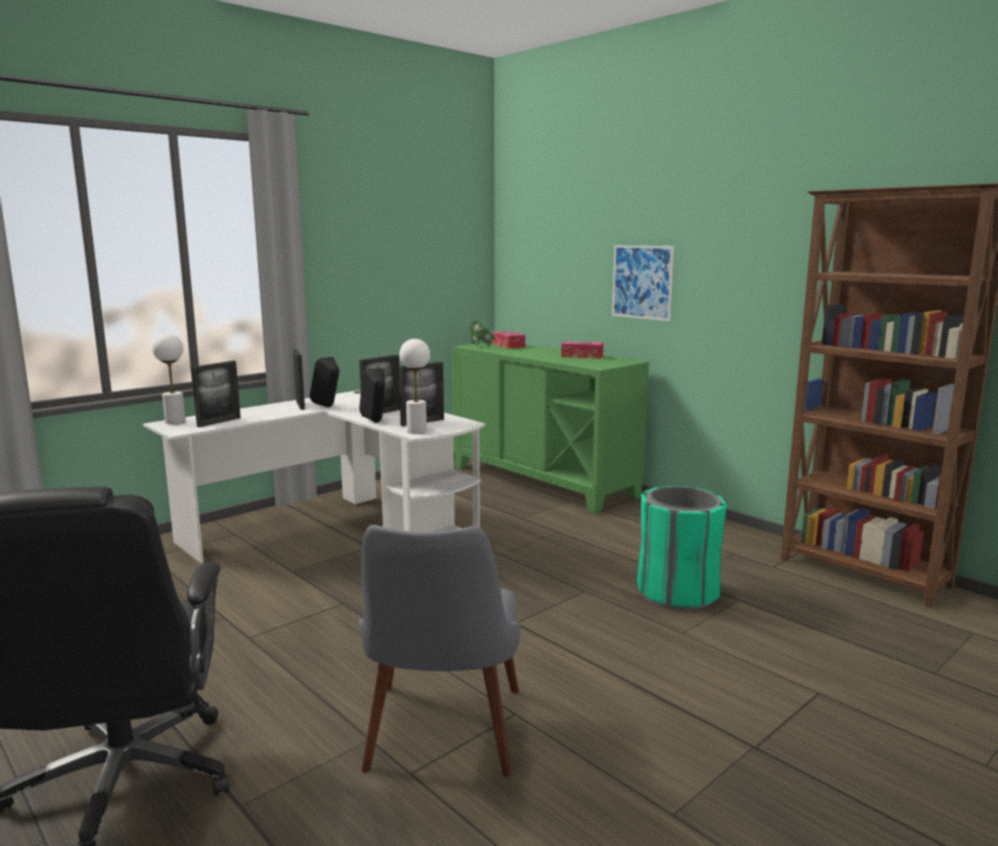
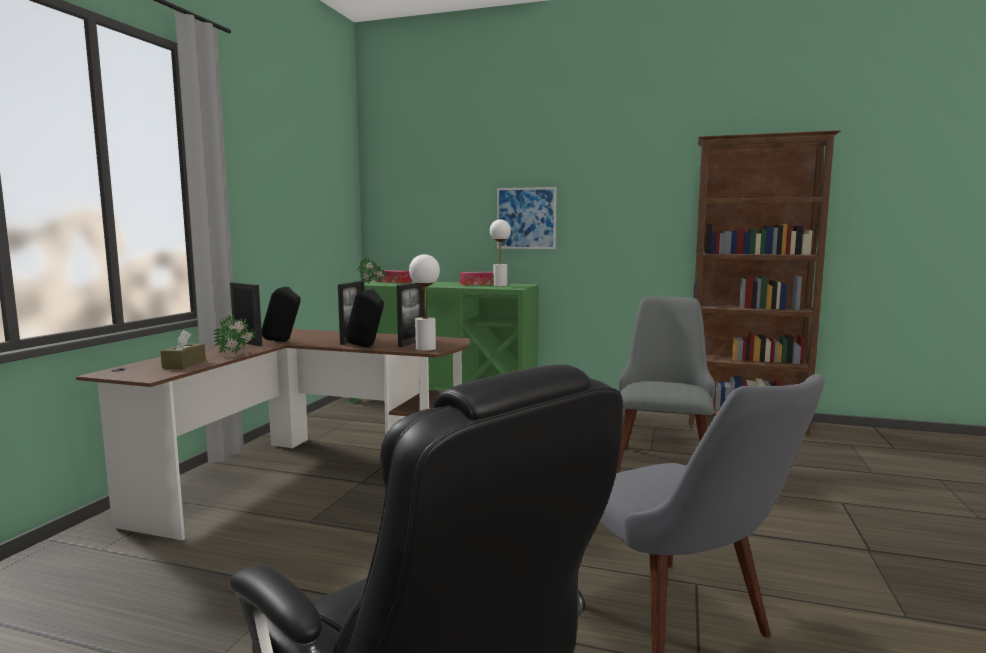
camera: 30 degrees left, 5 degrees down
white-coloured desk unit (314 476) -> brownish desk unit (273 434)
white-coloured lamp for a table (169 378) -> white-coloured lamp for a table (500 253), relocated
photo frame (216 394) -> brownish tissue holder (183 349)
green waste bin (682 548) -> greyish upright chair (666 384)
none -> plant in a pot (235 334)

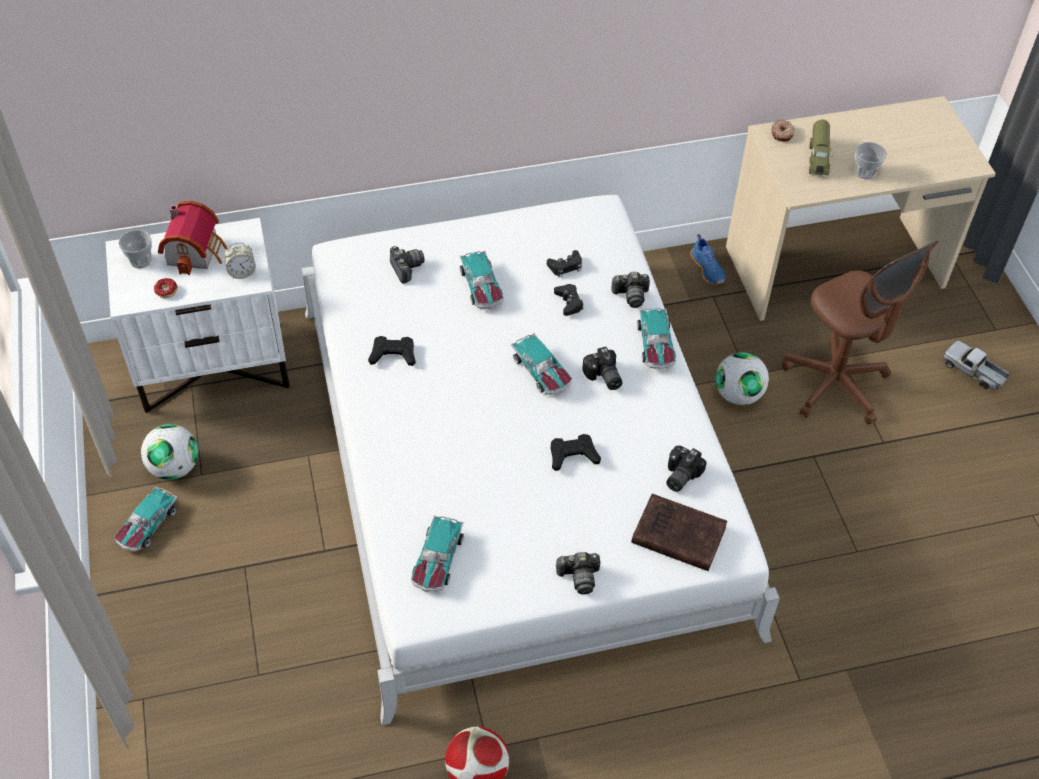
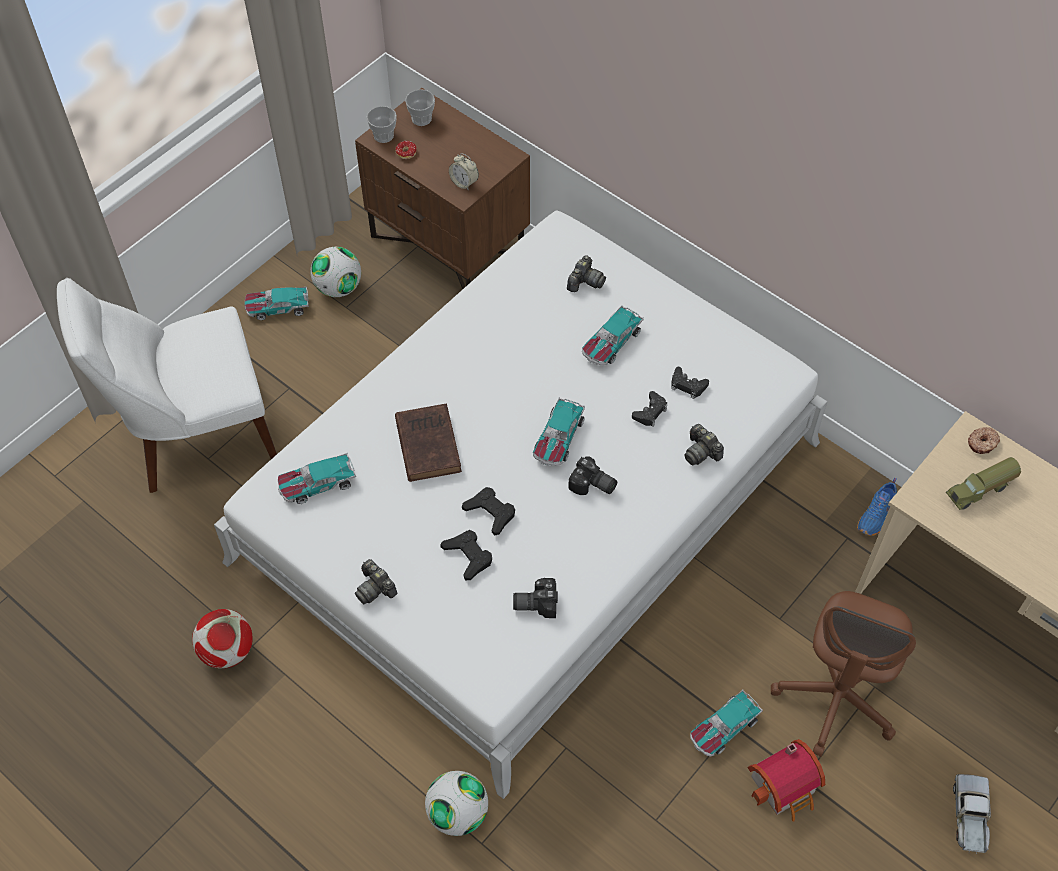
camera: 55 degrees right, 5 degrees up
white-coloured bedside table (197 315) -> brownish bedside table (442 188)
miniature house (192 238) -> miniature house (786 780), relocated
blackish game controller (392 351) -> blackish game controller (466 555), relocated
photo camera (602 368) -> photo camera (592 475), 90 degrees counterclockwise
brownish book (679 532) -> brownish book (428 443), relocated
model car (656 338) -> model car (726 723), relocated
football ball (742 378) -> football ball (456 803), relocated
cup (871 161) -> cup (382 124), relocated
none -> white-coloured upright chair (167 385)

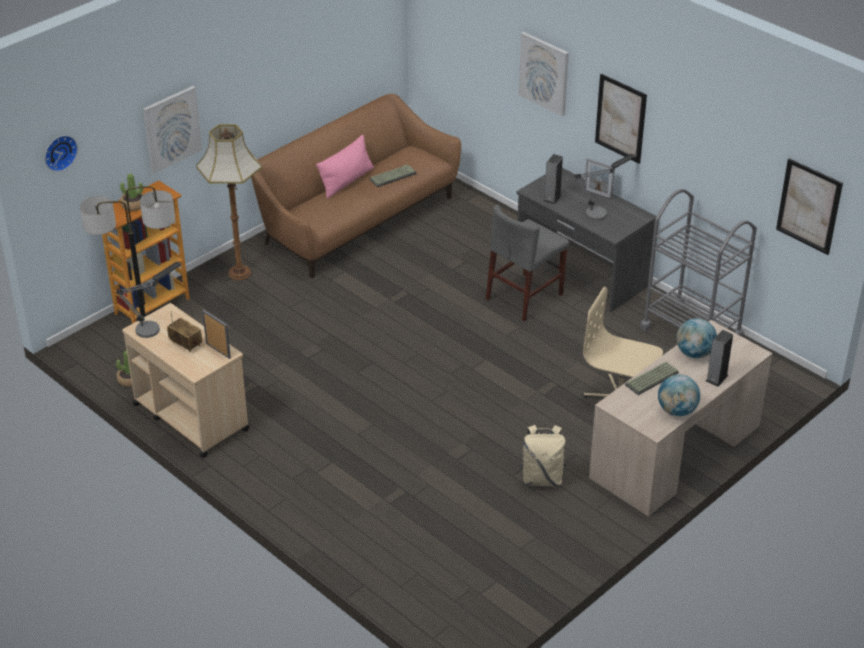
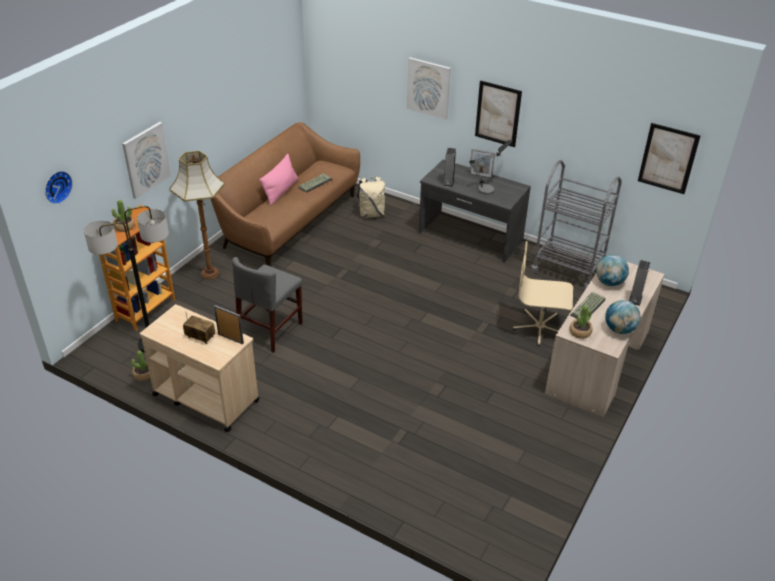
camera: 15 degrees left, 0 degrees up
lamp for a table (148 300) -> none
greyish upright chair (527 263) -> greyish upright chair (267 305), relocated
beige backpack (543 455) -> beige backpack (371 197), relocated
none -> plant in a pot (581 322)

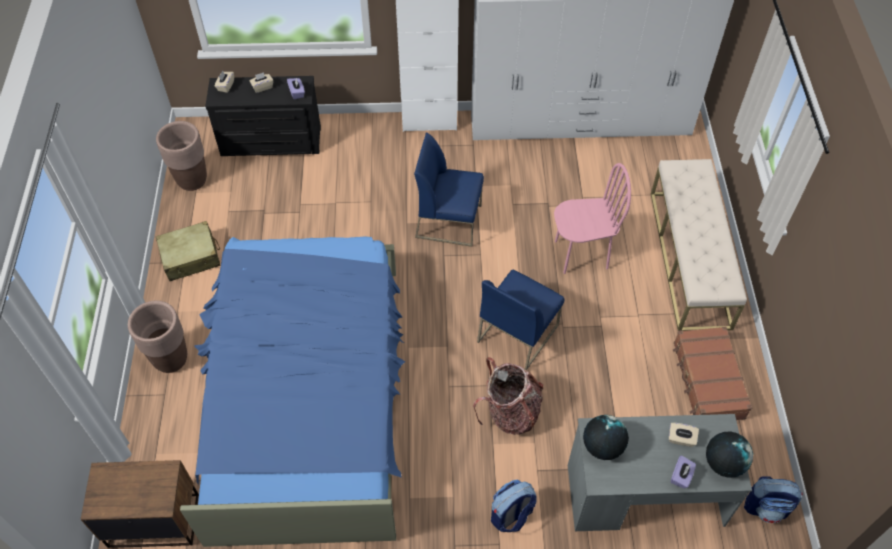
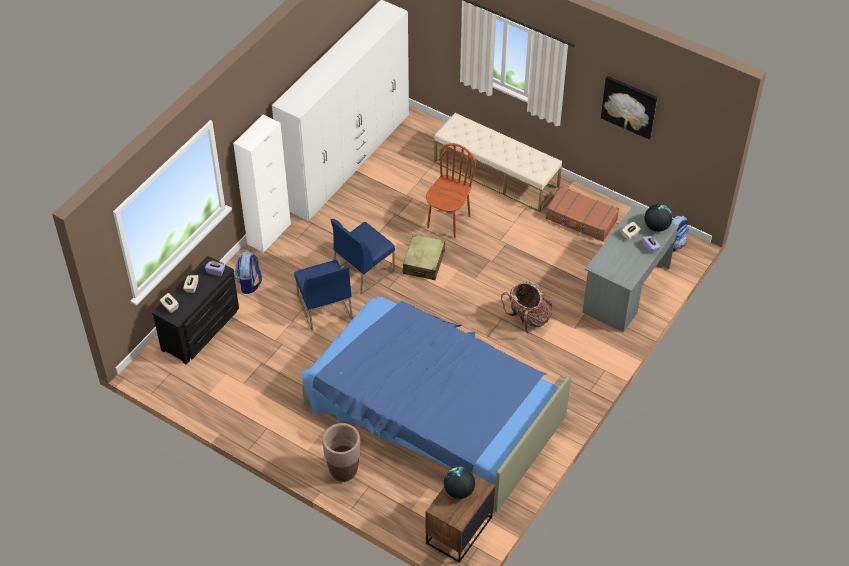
camera: 55 degrees left, 5 degrees down
brownish plant pot (181 156) -> none
beige piece of luggage (188 251) -> beige piece of luggage (424 257), relocated
blue-coloured upright chair (520 320) -> blue-coloured upright chair (323 295), relocated
backpack (514 506) -> backpack (248 272), relocated
pinkish upright chair (592 218) -> brownish upright chair (451 190)
world globe (606 437) -> world globe (459 483), relocated
none -> picture (629 107)

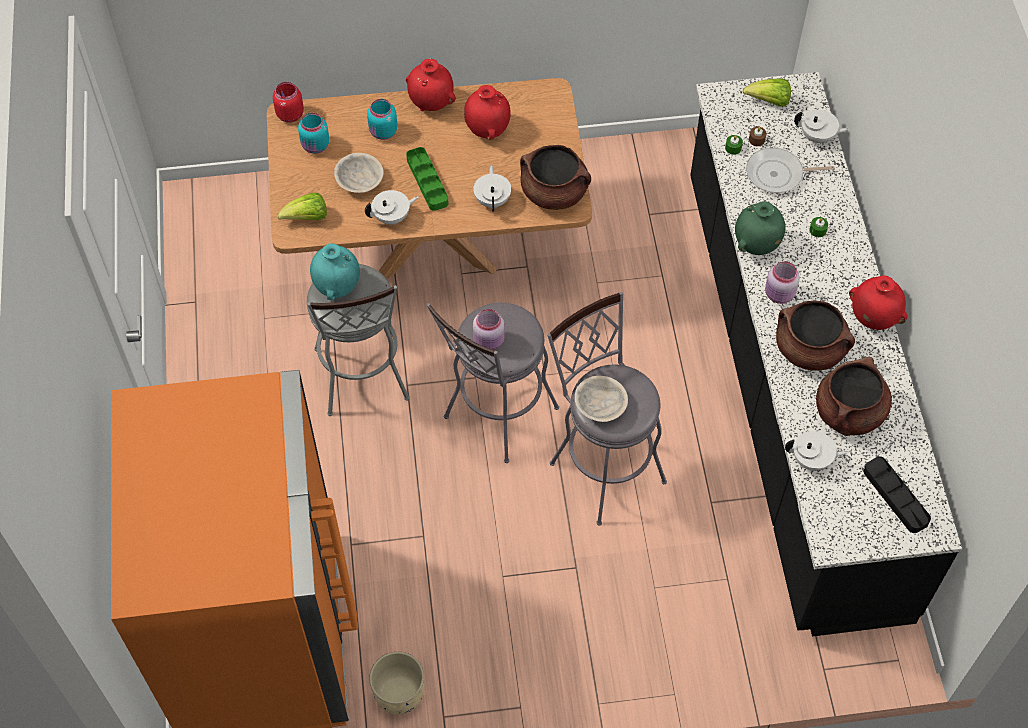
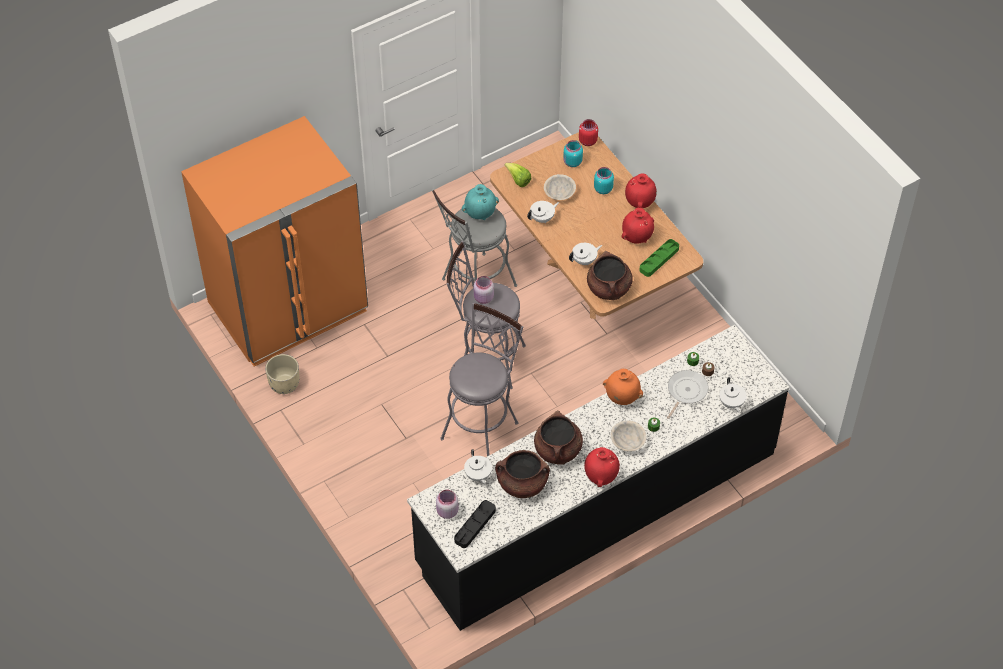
camera: 65 degrees right, 5 degrees down
white-coloured teapot (392 207) -> white-coloured teapot (543 212), 75 degrees counterclockwise
green tray (427 179) -> green tray (659 258), relocated
beige bowl (601 399) -> beige bowl (628 436), relocated
green decorative vase (760 228) -> orange decorative vase (623 387)
head of lettuce (767 92) -> none
skillet (790 170) -> skillet (687 394), 60 degrees clockwise
pinkish storage jar (782 282) -> pinkish storage jar (447 504), relocated

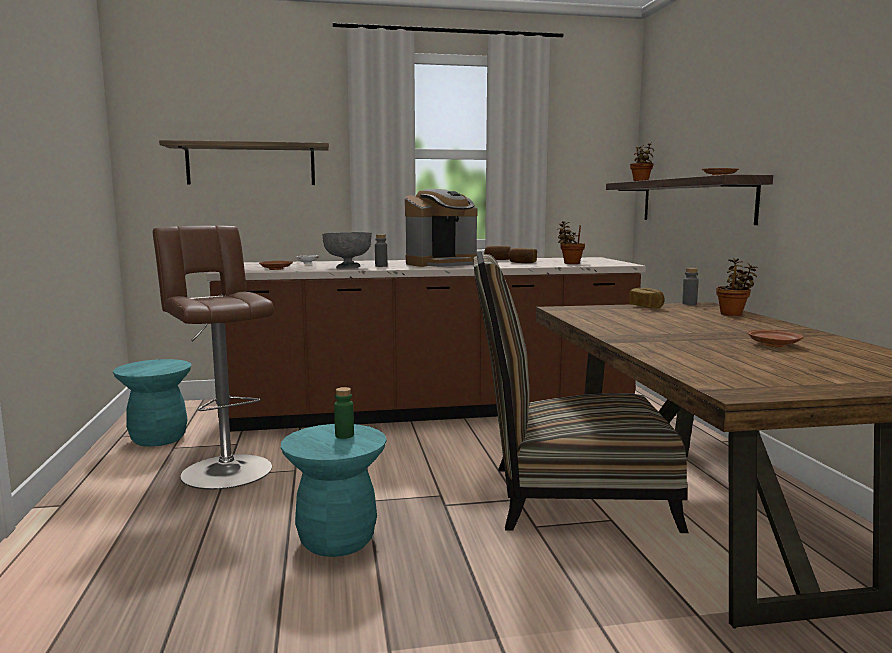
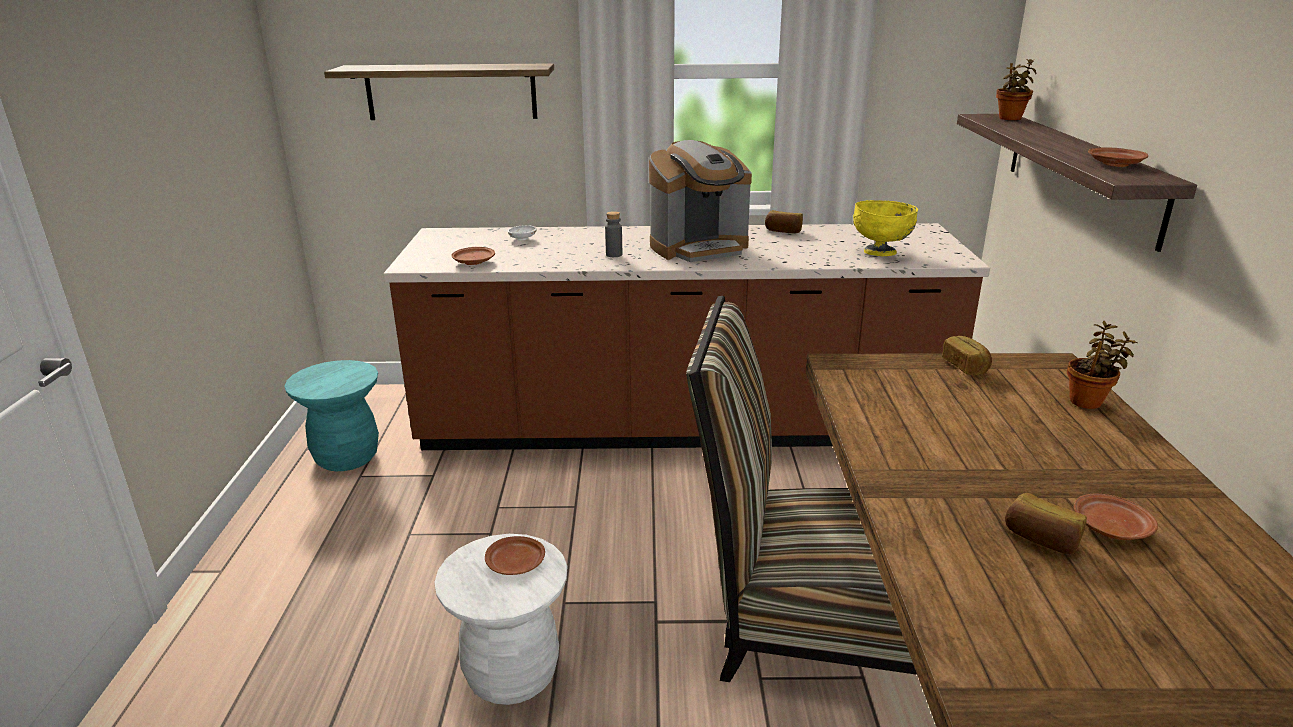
camera: 10 degrees right, 15 degrees up
brownish stool (213 357) -> none
blue-green stool (334 490) -> white-coloured stool (500 619)
greyish bowl (347 250) -> none
green beverage bottle (344 413) -> brownish plate (515 555)
bread (522 255) -> bread (1046 523), relocated
plant in a pot (571 242) -> yellowish bowl (885 228)
greyish beverage bottle (690 286) -> none

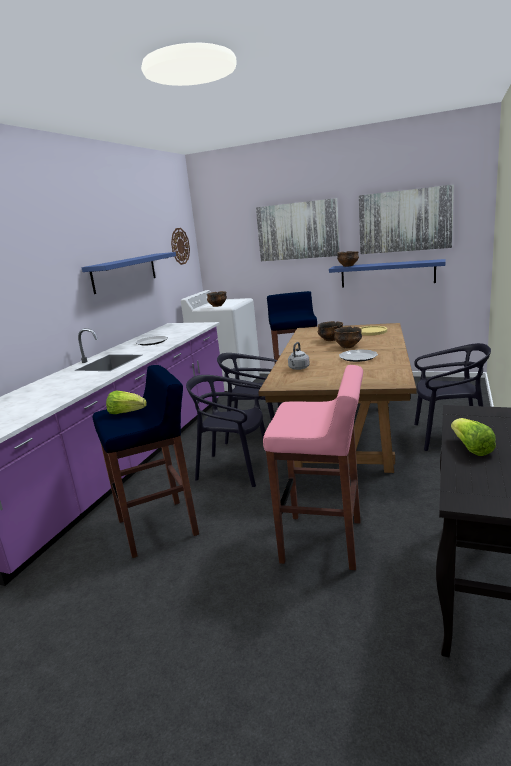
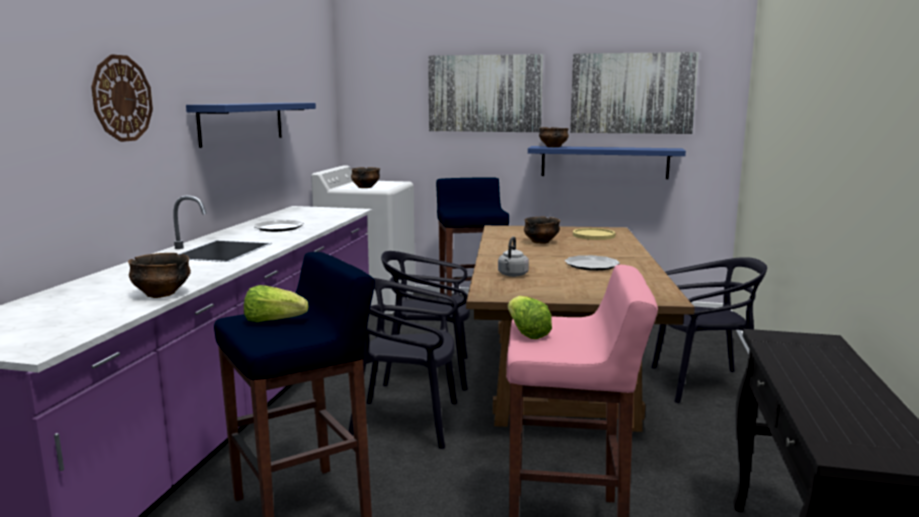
camera: 10 degrees left, 5 degrees down
hanging clock (180 246) -> hanging clock (122 98), relocated
bowl (348 337) -> bowl (159 275), relocated
head of lettuce (473 437) -> head of lettuce (530 317), relocated

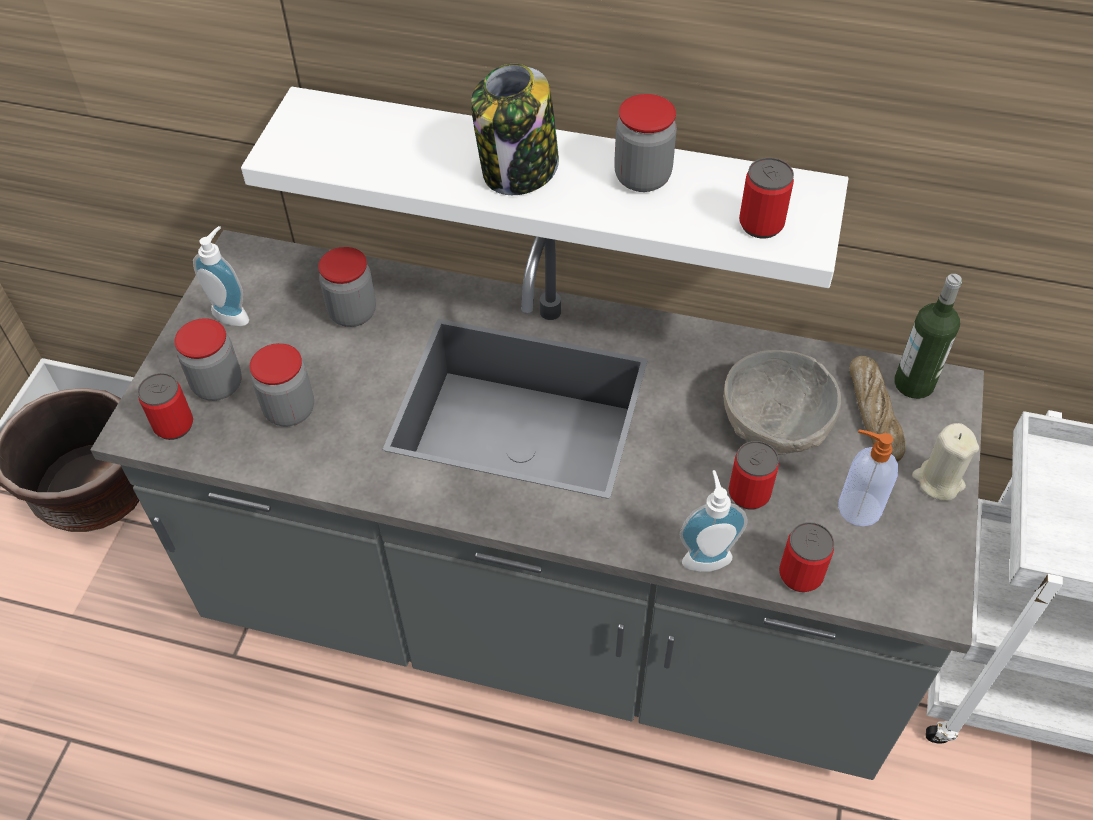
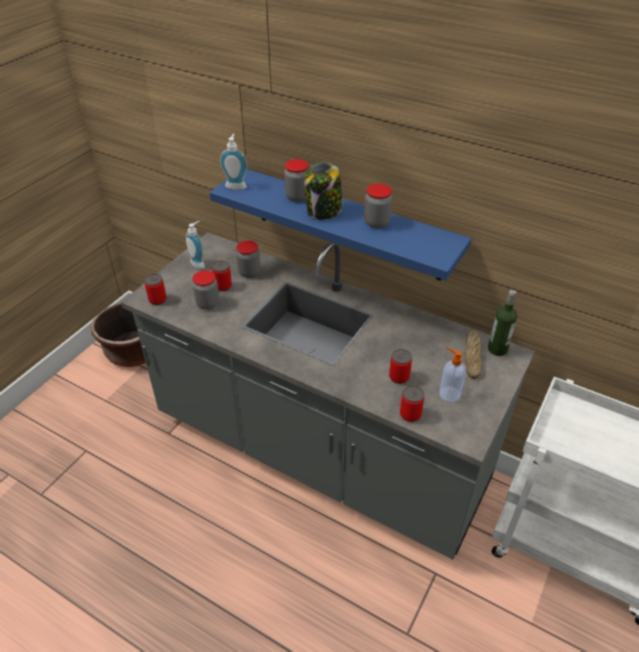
camera: 15 degrees right, 10 degrees down
storage jar (208 359) -> storage jar (296 180), relocated
white-coloured bracket shelf (545 187) -> blue-coloured bracket shelf (340 225)
soap bottle (713 521) -> soap bottle (234 162), relocated
greyish bowl (782 402) -> none
metal can (766 198) -> metal can (222 276), relocated
beige wax candle (945 462) -> none

